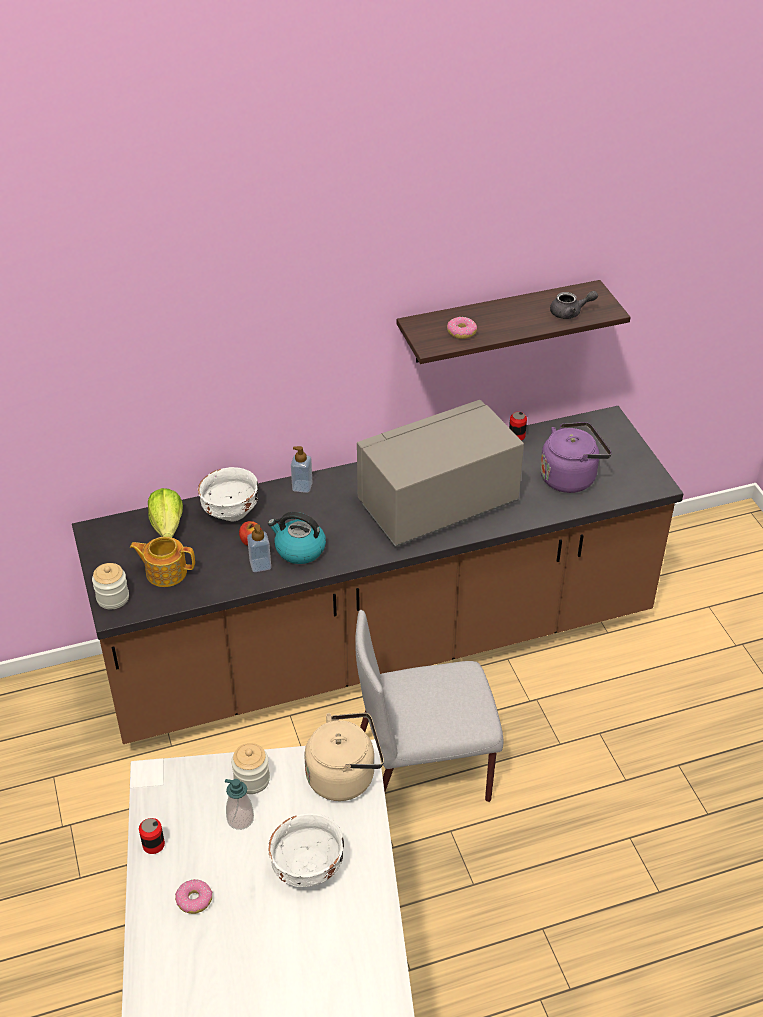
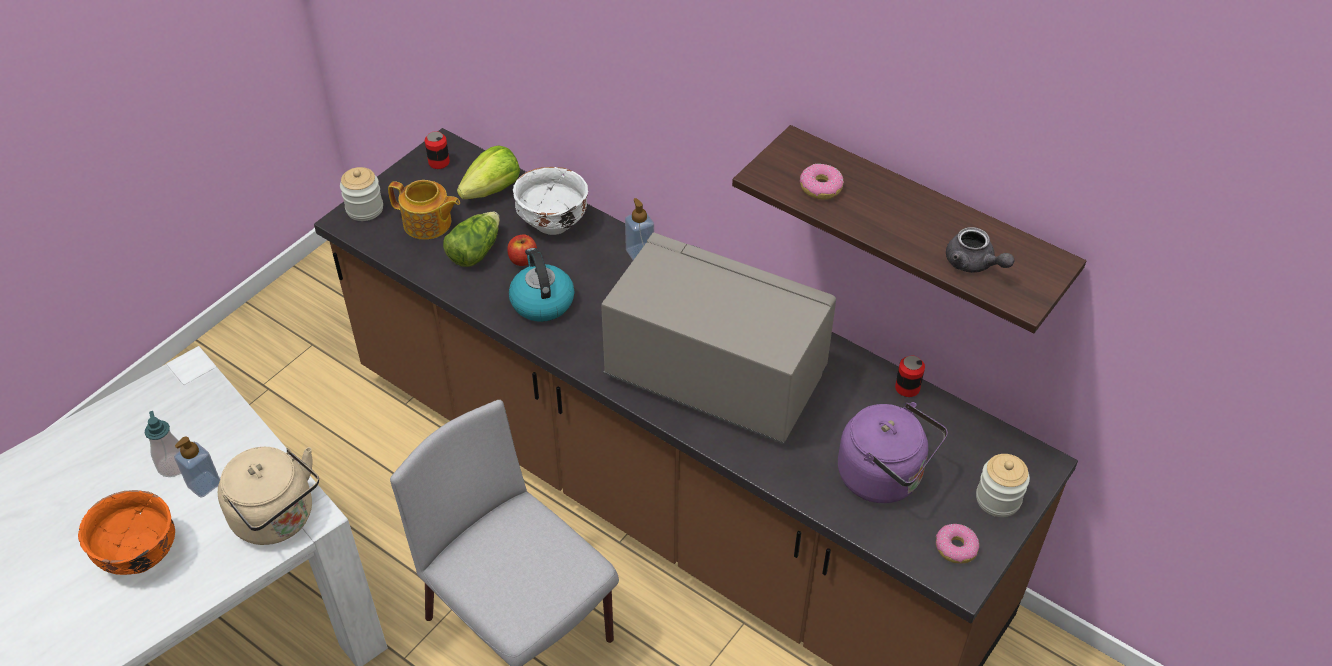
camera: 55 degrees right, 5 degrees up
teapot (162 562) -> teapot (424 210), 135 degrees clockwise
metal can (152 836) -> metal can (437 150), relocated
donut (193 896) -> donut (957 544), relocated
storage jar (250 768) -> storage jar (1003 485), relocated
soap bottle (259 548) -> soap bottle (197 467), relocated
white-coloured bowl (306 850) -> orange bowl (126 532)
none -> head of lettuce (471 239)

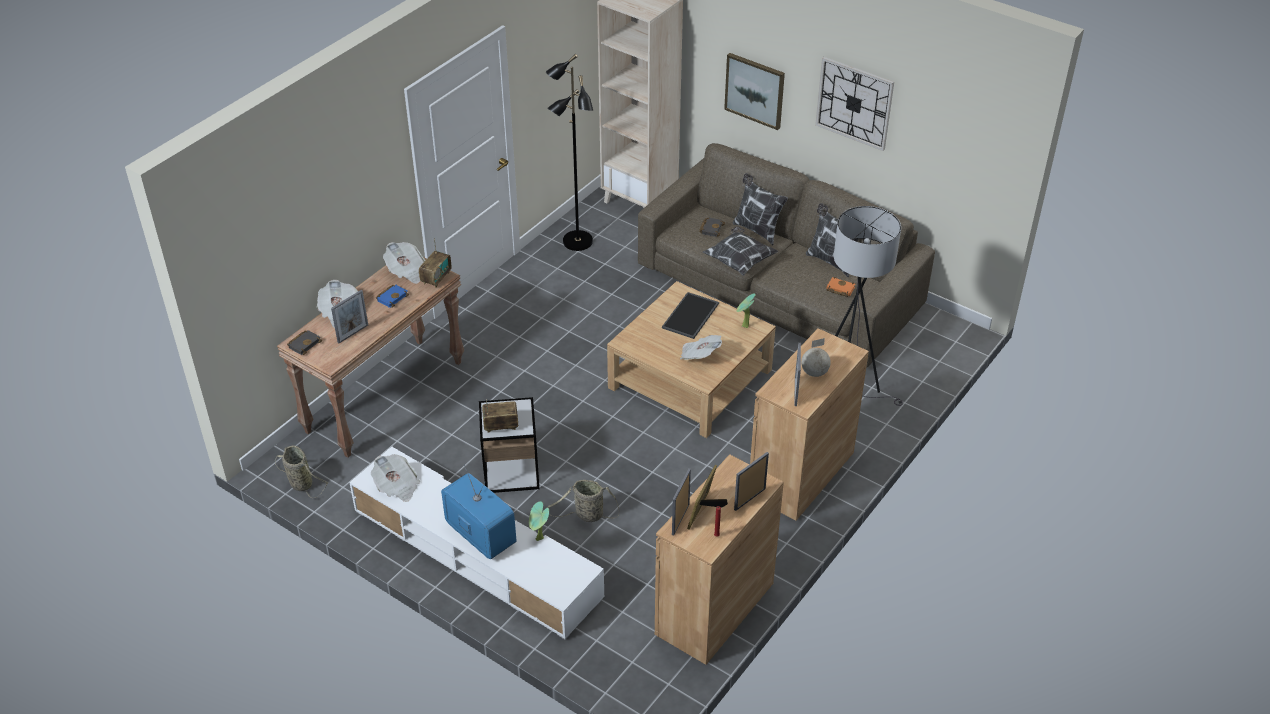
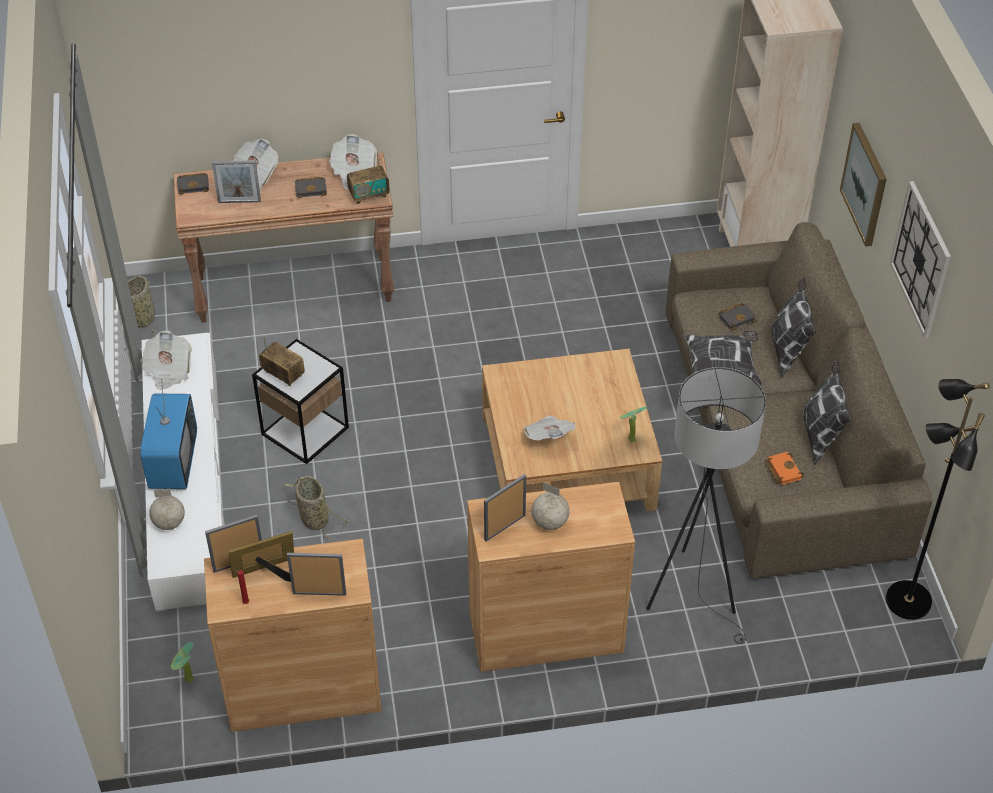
camera: 45 degrees right, 5 degrees up
blue-coloured book (392 296) -> blackish book (311 188)
plant in a pot (539 521) -> plant in a pot (182 662), relocated
blackish floor lamp (569 152) -> blackish floor lamp (938 499), relocated
tray (690 315) -> none
none -> world globe (167 509)

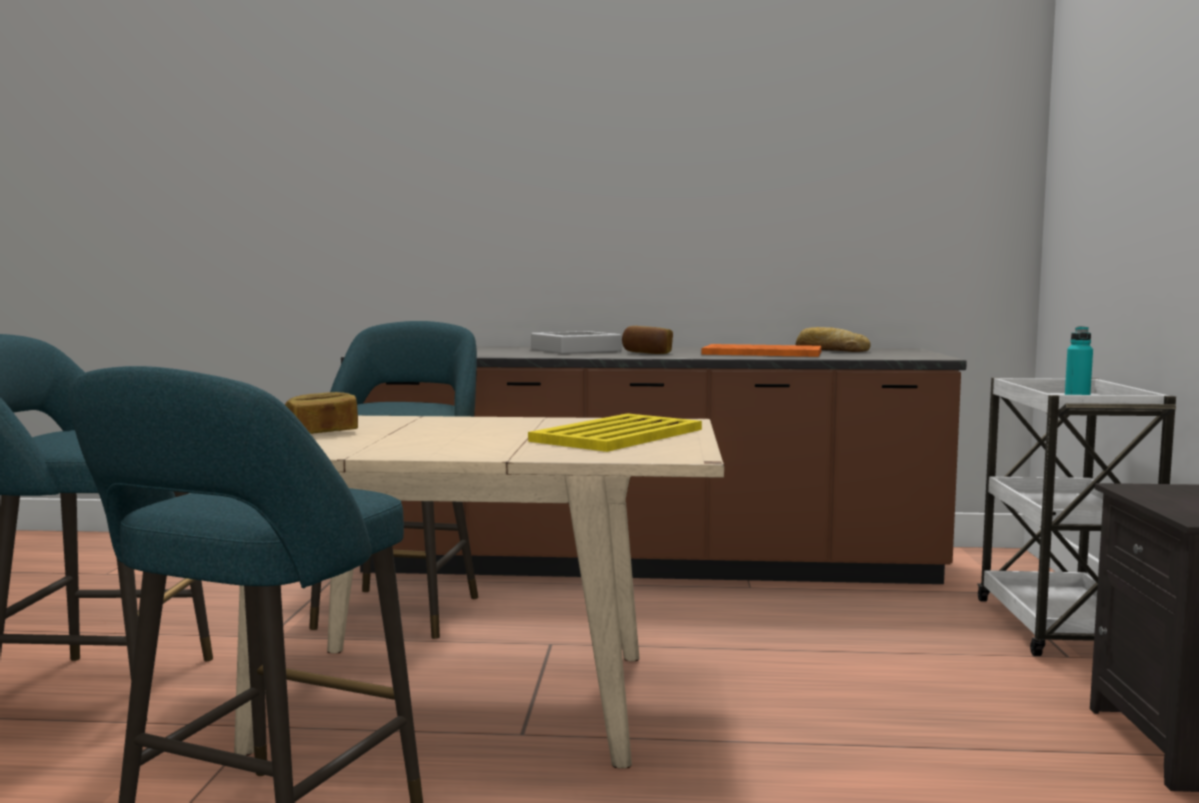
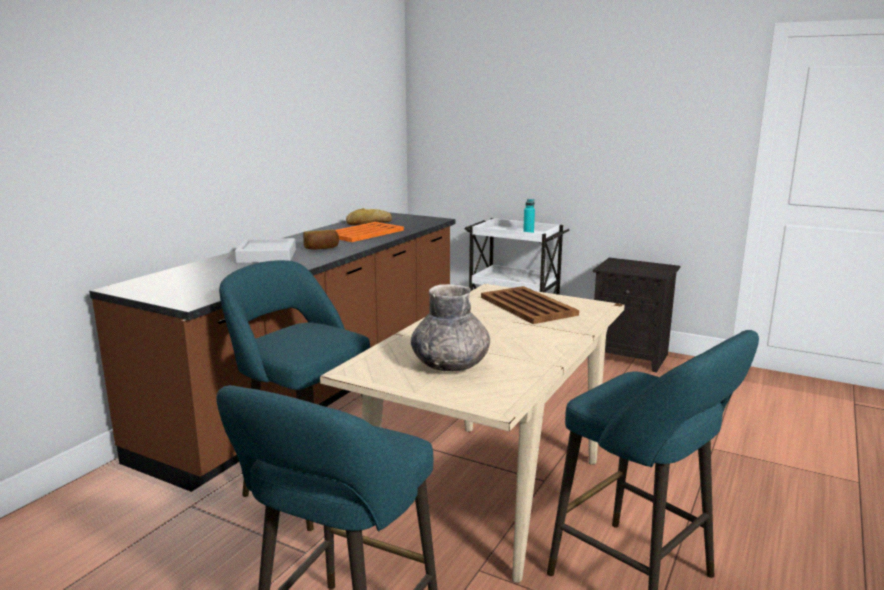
camera: 65 degrees left, 10 degrees up
bread (321 413) -> greyish decorative vase (450 327)
yellowish tray (615 432) -> brownish tray (530 305)

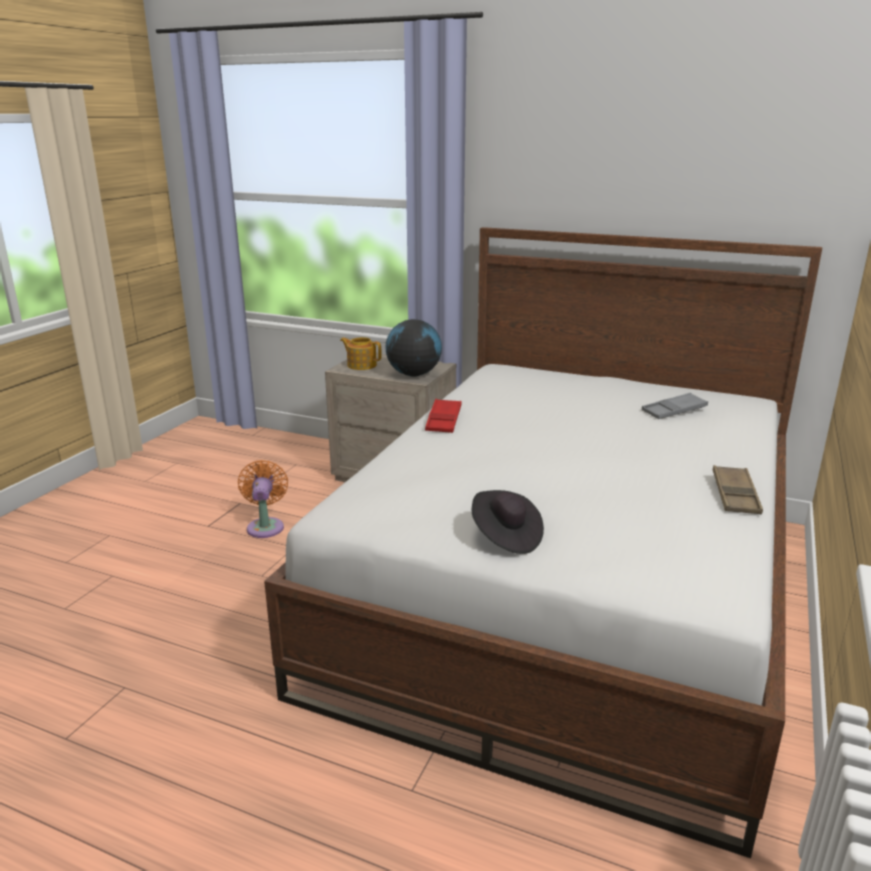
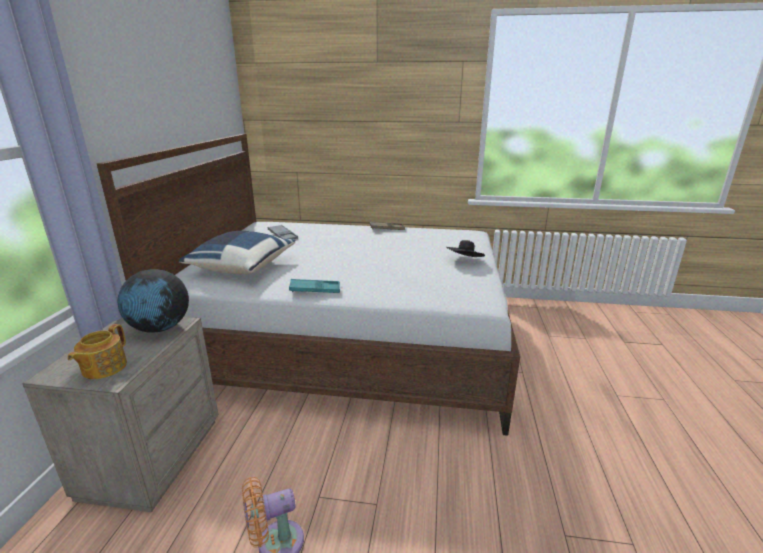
camera: 105 degrees left, 0 degrees up
red-coloured tray (443 416) -> blue-green tray (314 286)
none -> blue-coloured cushion (237 252)

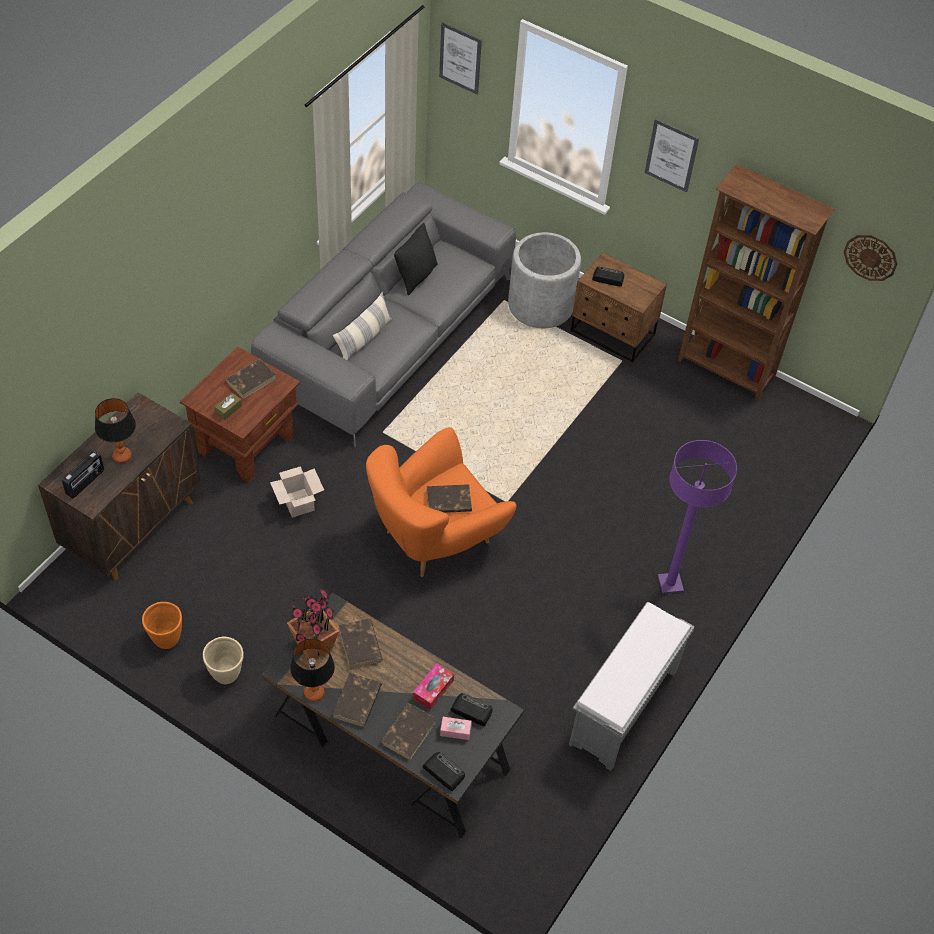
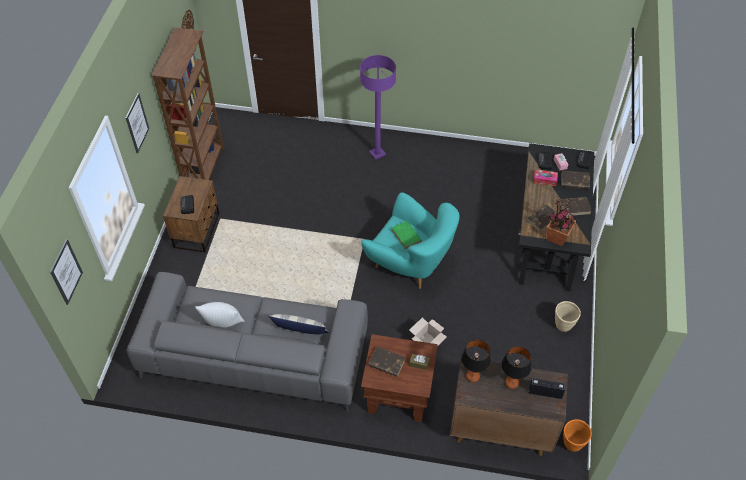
camera: 110 degrees left, 0 degrees up
orange plant pot (162 625) -> orange plant pot (577 435), relocated
lamp for a table (312 670) -> lamp for a table (476 361), relocated
orange lounge chair (441 502) -> blue-green lounge chair (410 240)
blackish cushion (416 259) -> white-coloured cushion (219 314)
brownish book (449 498) -> green book (406 235)
greyish plant pot (544 280) -> none
greyish indoor bench (632 686) -> none

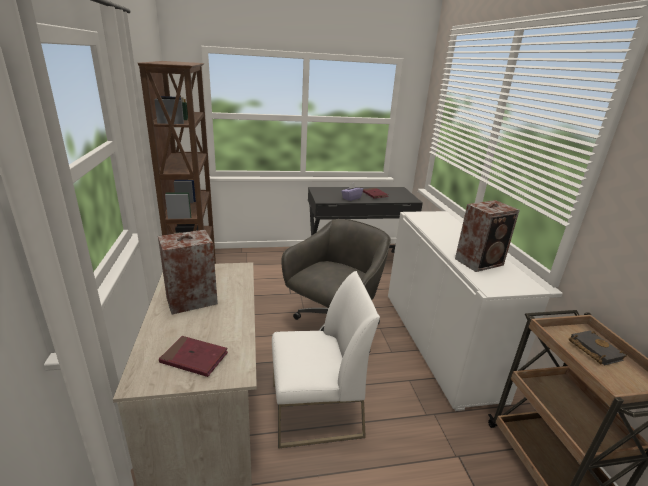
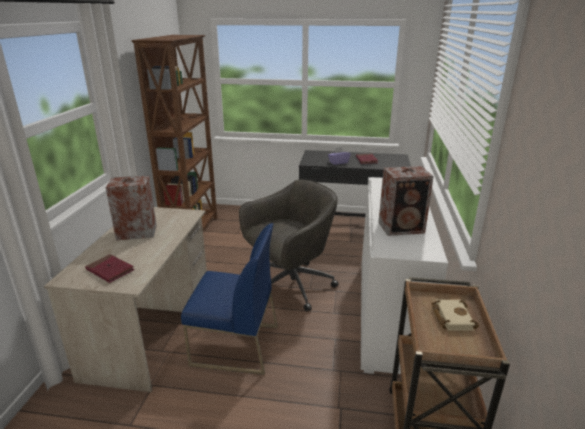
camera: 20 degrees right, 0 degrees up
white-coloured upright chair (326 360) -> blue-coloured upright chair (229 299)
blackish book (598 347) -> beige book (455 315)

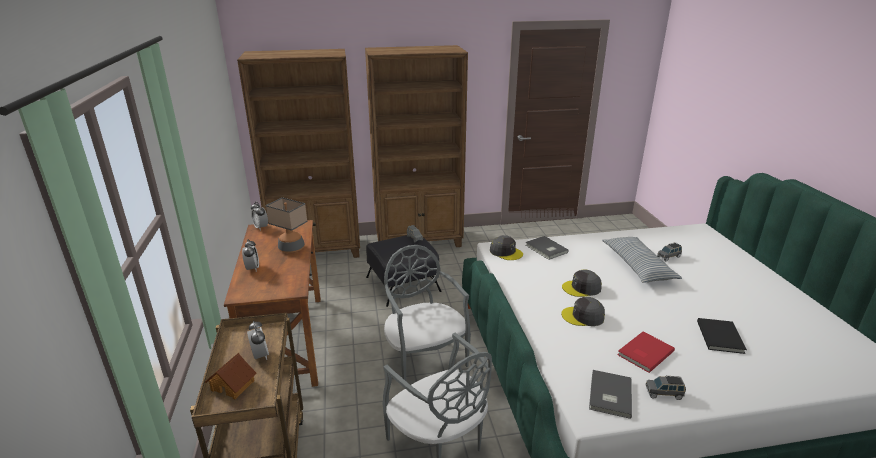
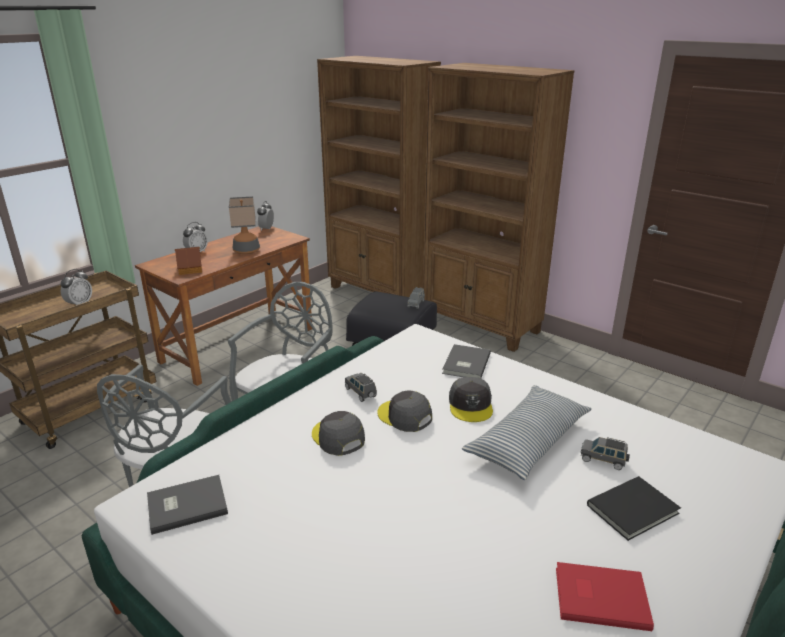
camera: 50 degrees right, 0 degrees up
miniature house (231 376) -> miniature house (188 261), relocated
greyish baseball cap (506 247) -> greyish baseball cap (471 399), relocated
red-coloured book (646 352) -> red-coloured book (605 596), relocated
greyish model car (666 388) -> greyish model car (361 387), relocated
blackish book (722 336) -> blackish book (634 508), relocated

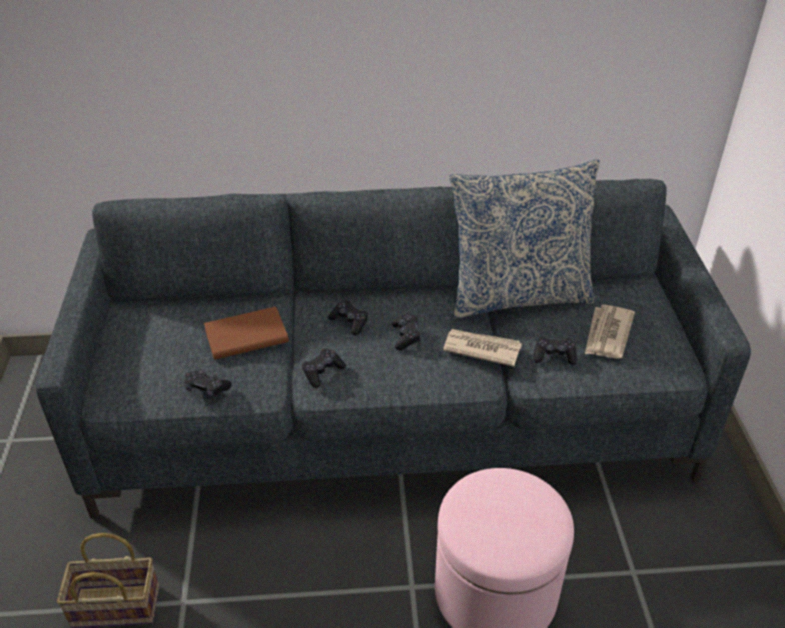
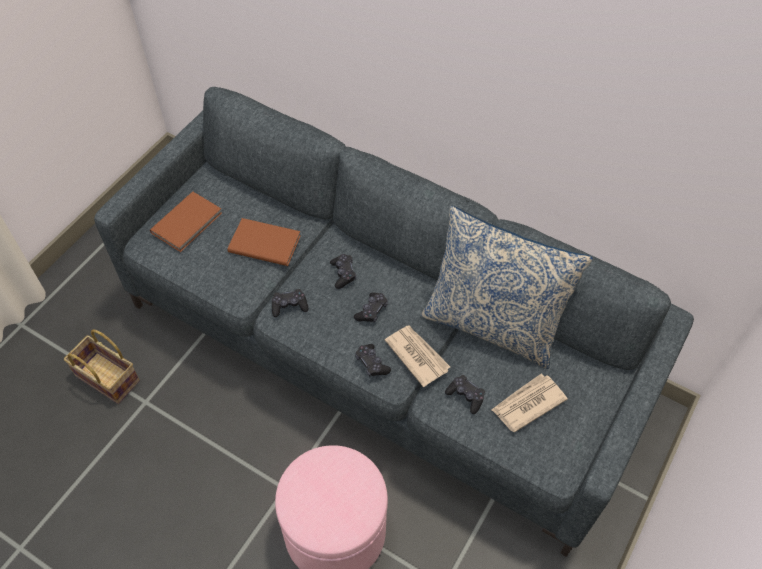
camera: 35 degrees right, 15 degrees up
blackish game controller (208 384) -> blackish game controller (373 360), relocated
none -> brownish book (186 221)

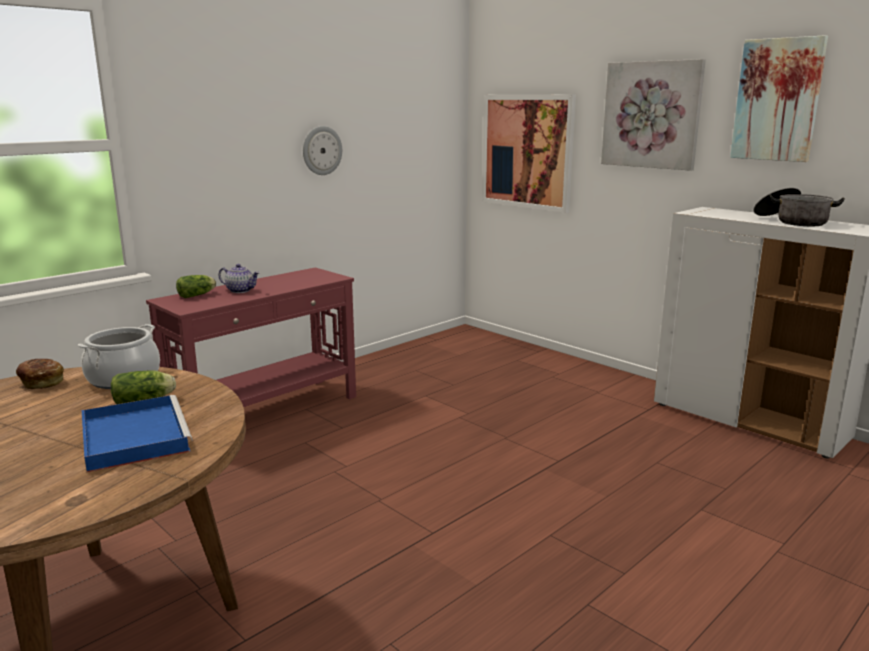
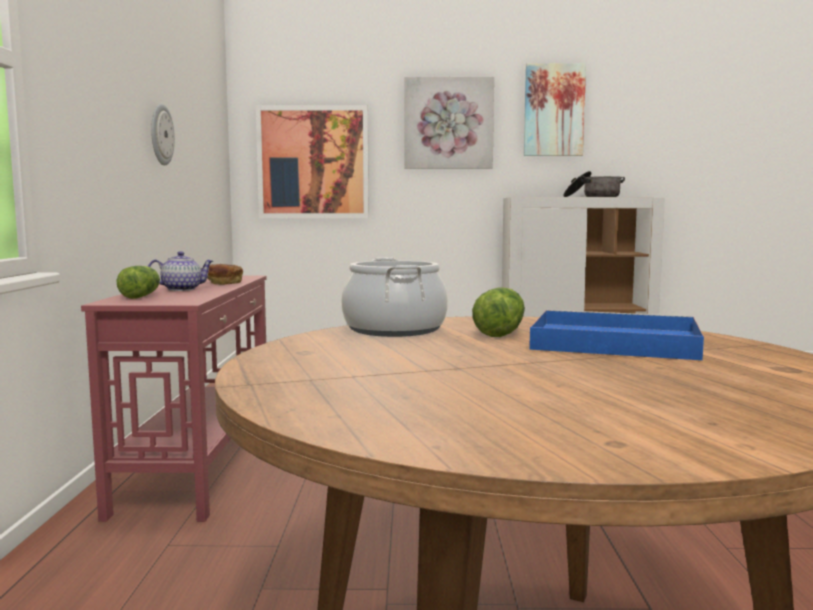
camera: 45 degrees left, 10 degrees down
bread (40 374) -> bread (225 274), relocated

